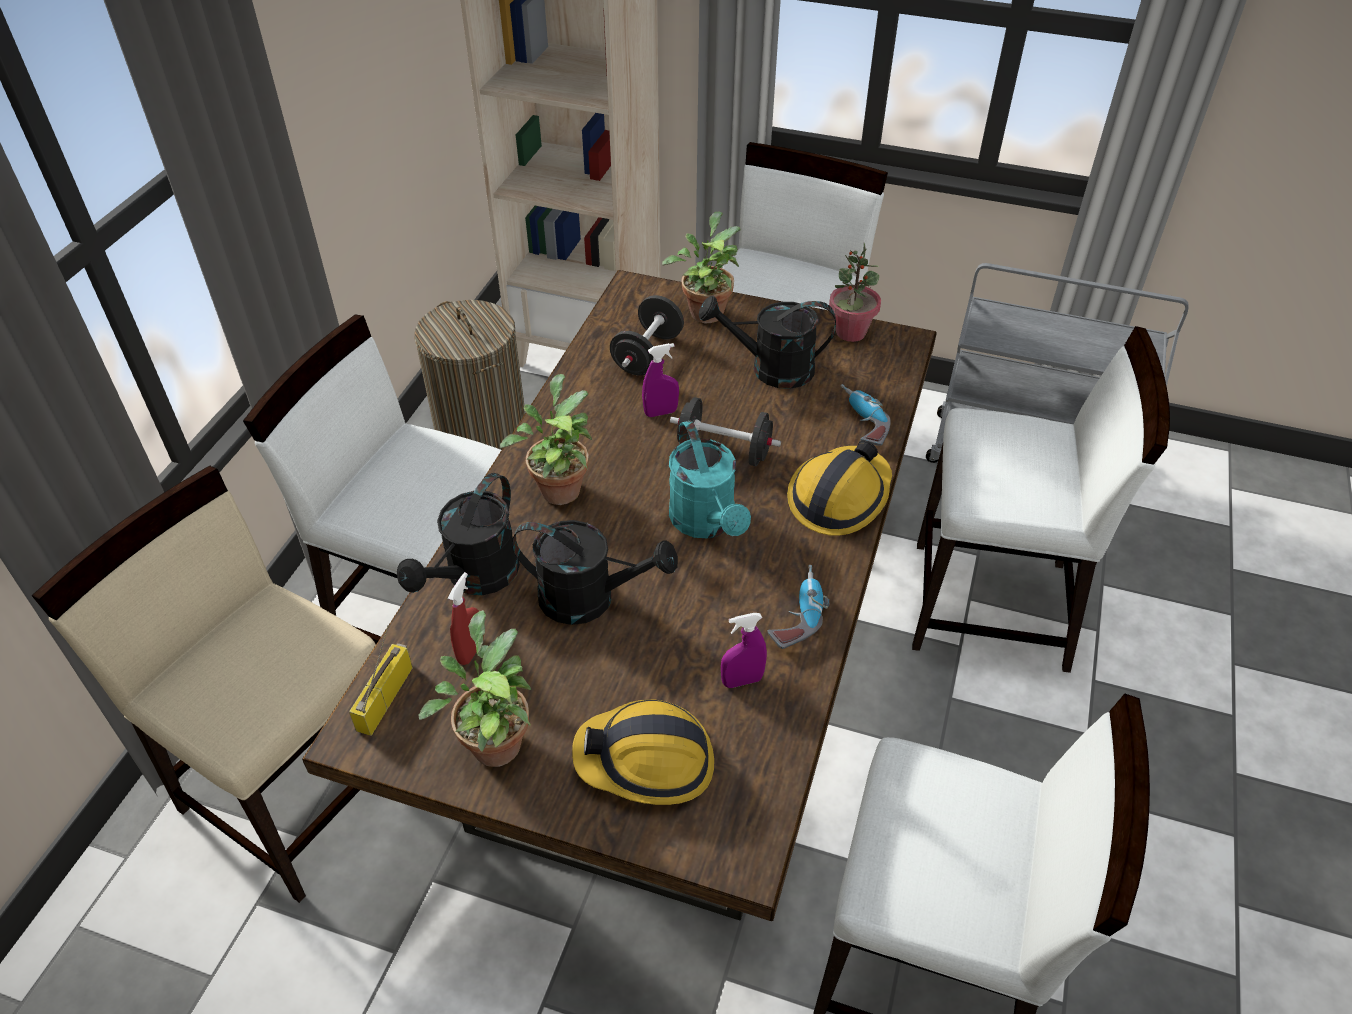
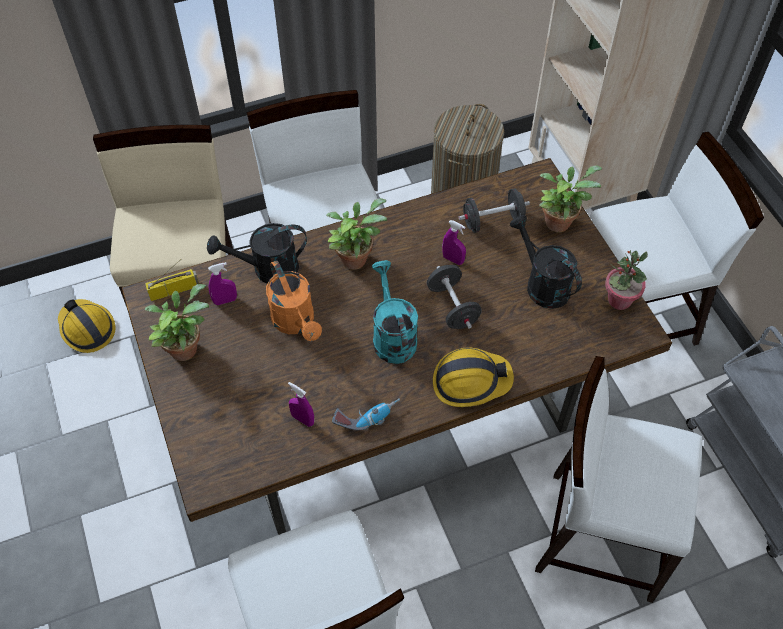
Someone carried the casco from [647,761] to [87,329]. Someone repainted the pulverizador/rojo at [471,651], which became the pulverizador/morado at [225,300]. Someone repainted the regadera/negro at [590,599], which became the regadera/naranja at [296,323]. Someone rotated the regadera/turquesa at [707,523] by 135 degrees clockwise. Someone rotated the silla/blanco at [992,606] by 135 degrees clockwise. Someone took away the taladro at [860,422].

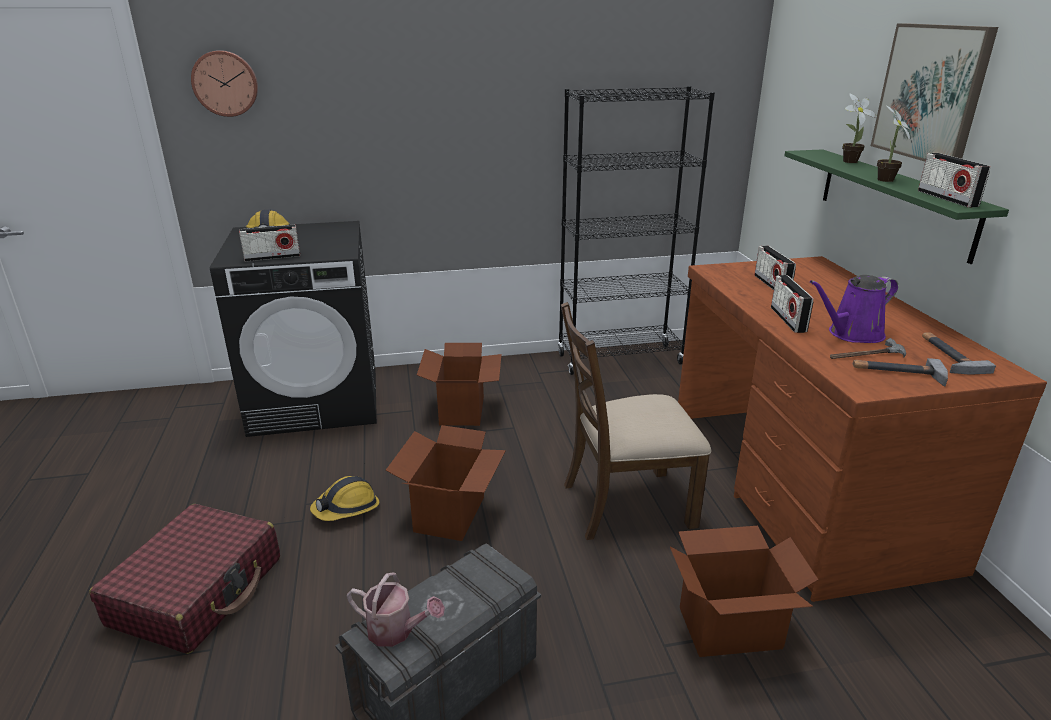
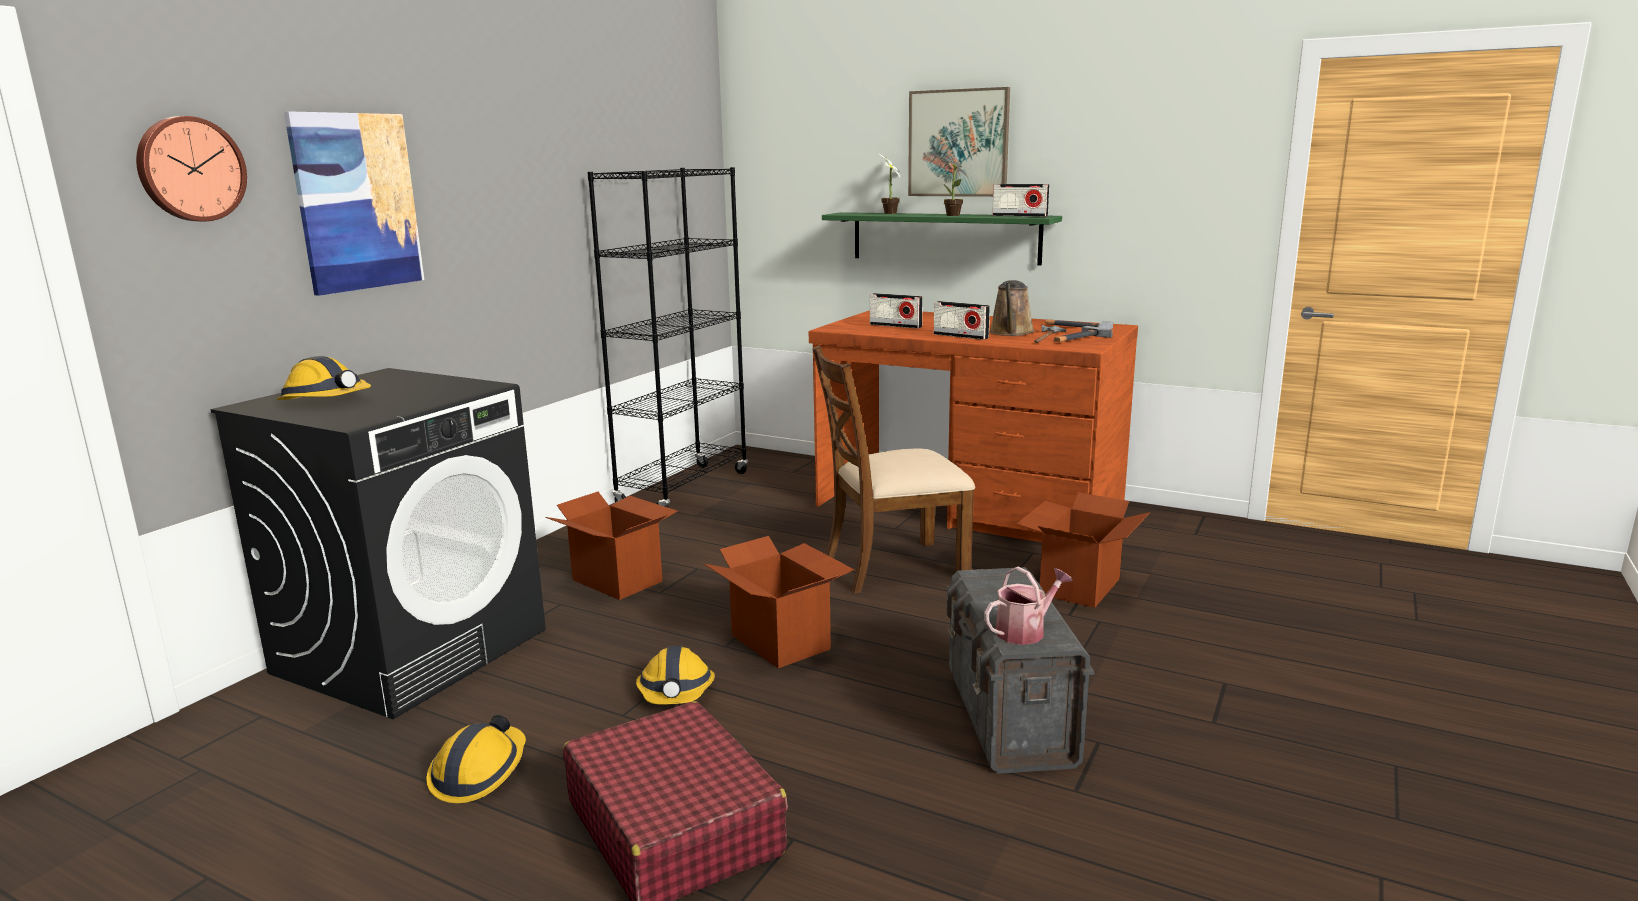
Someone put up the cuadro at [357,202]. Someone put down the casco at [479,772]. Someone rotated the silla/marrón at [626,504] by 45 degrees clockwise. Someone repainted the regadera/morado at [851,334], which became the regadera/marrón at [1011,332]. Someone took away the radio at [272,257].

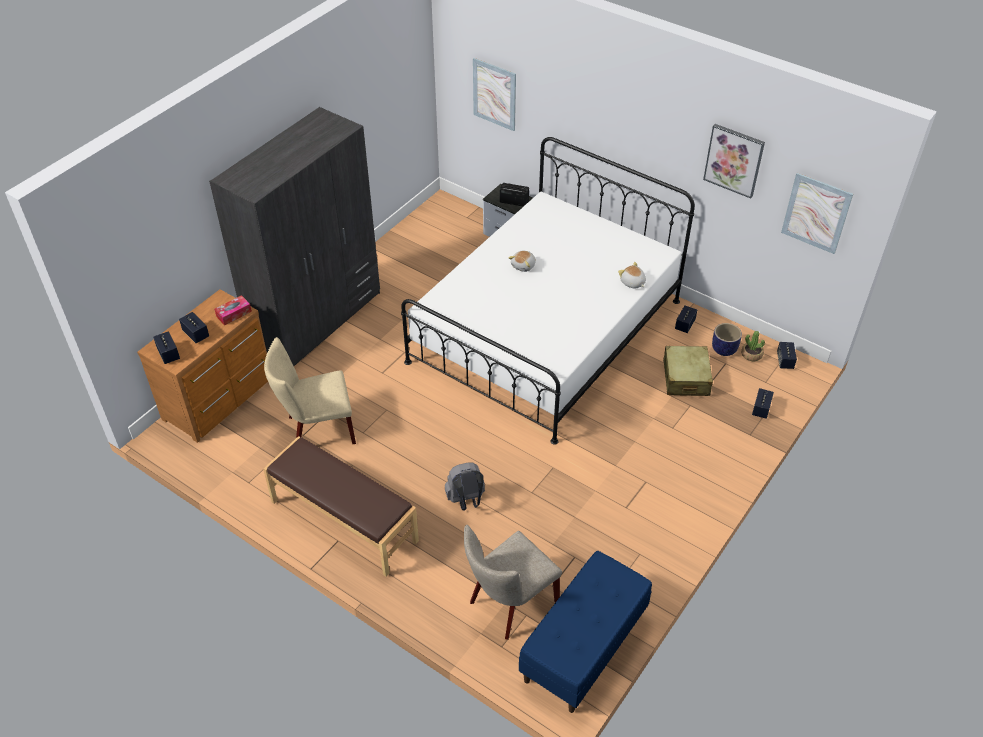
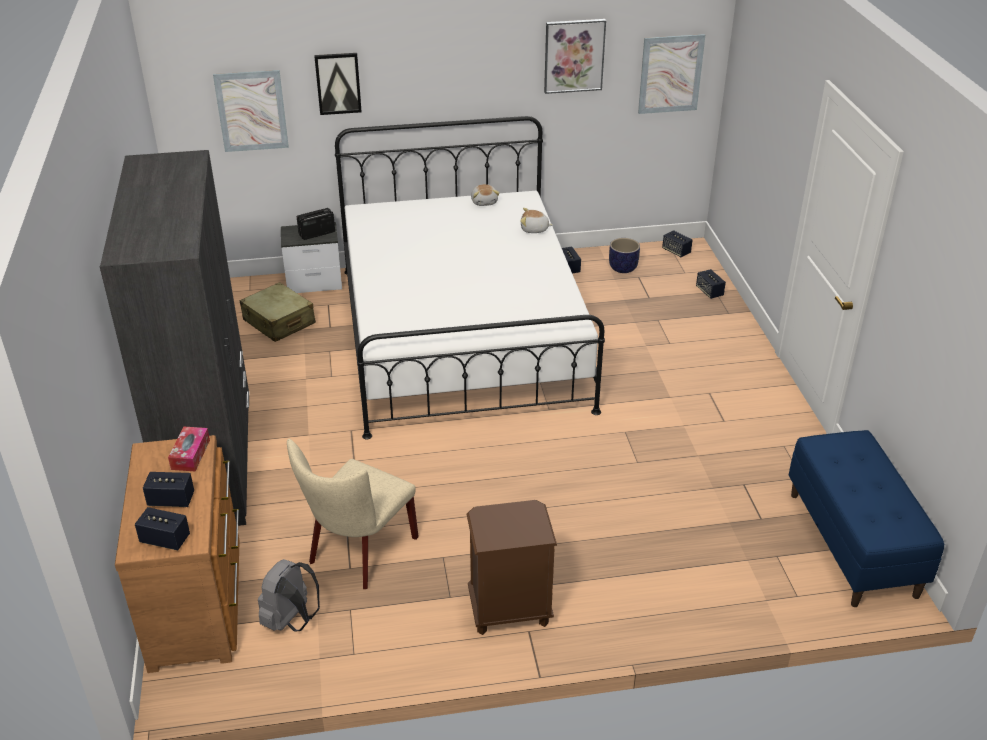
Someone carried the maleta/beis from [686,378] to [279,322]. Someone carried the mochila/gris from [466,500] to [291,620]. Someone put up the cuadro at [338,83]. Someone swapped the banco/marrón at [343,522] for the mesita de noche/marrón at [509,611]. Someone carried the peluche from [524,266] to [484,202]. Someone took away the silla/beis at [509,604]. Someone took away the planta en maceta at [751,354].

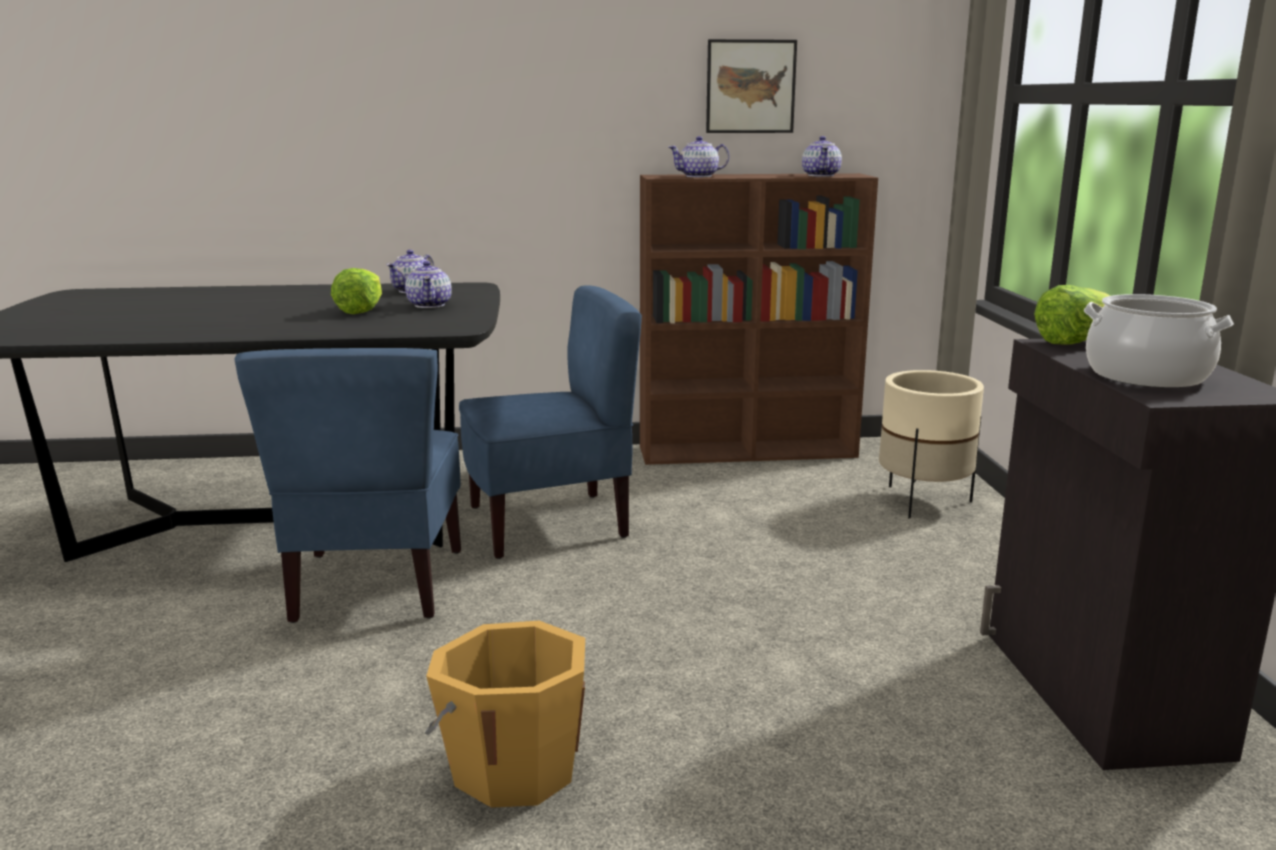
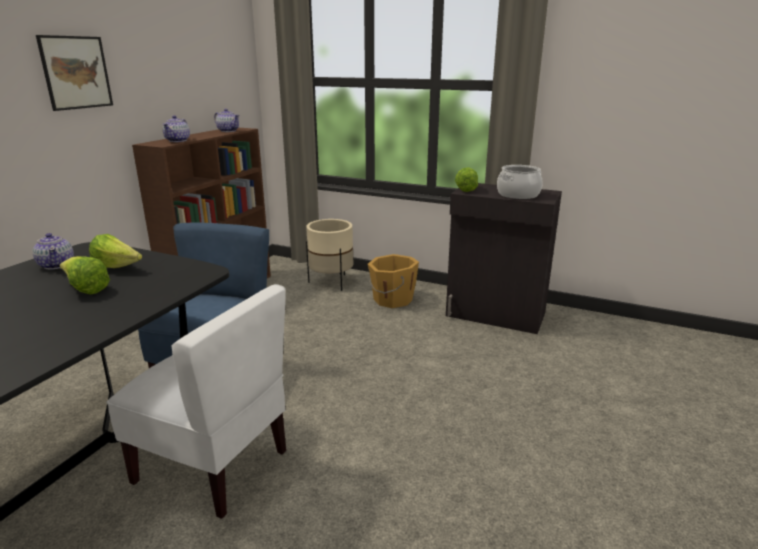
Someone carried the cuadro from [750,86] to [76,72]. Someone swapped the tetera at [430,305] for the lechuga at [117,268]. Someone repainted the silla/azul at [376,585], which became the silla/blanco at [214,465]. Someone carried the cubo/naranja from [512,767] to [392,299].

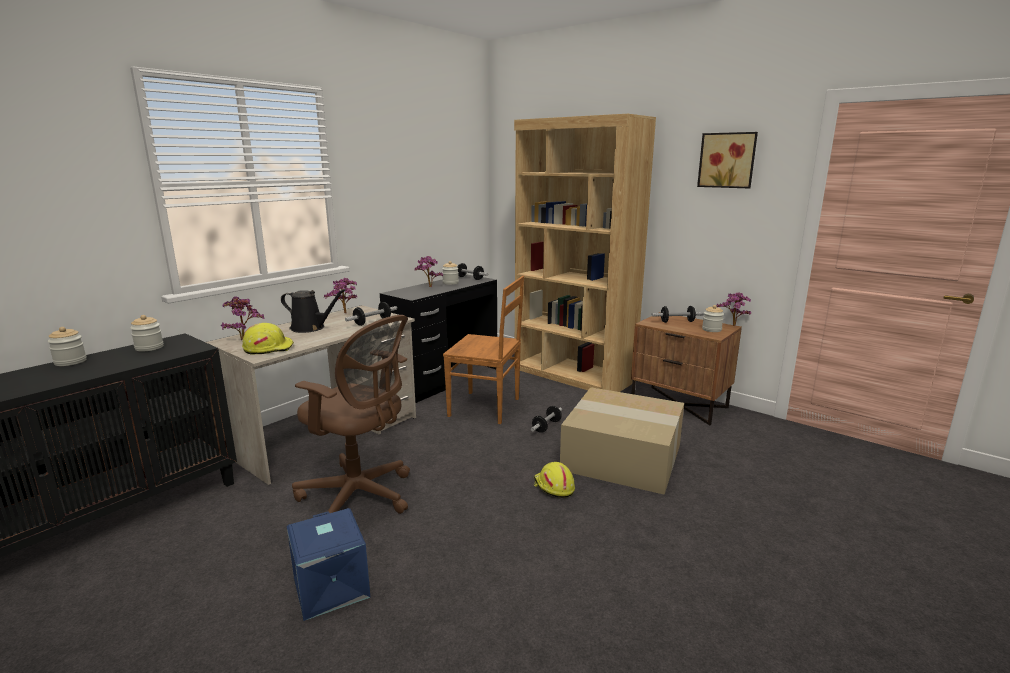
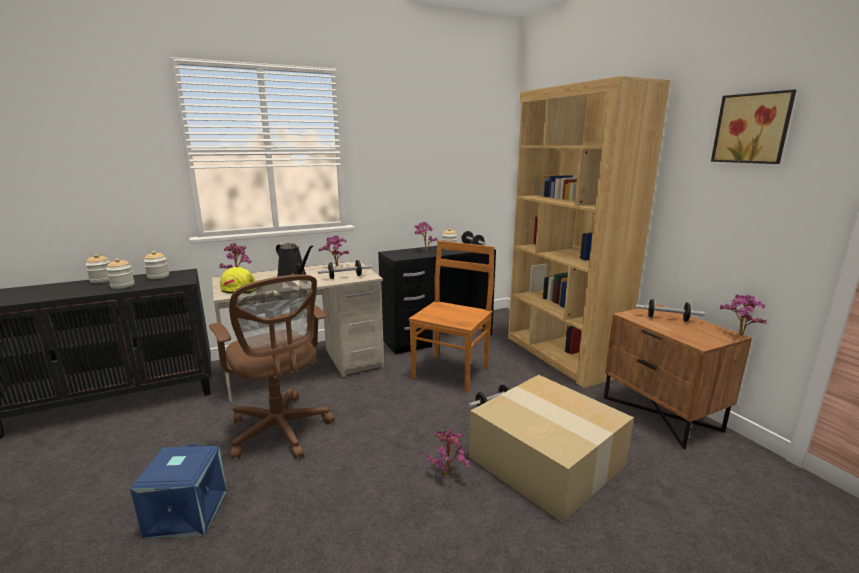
Someone carried the tarro from [711,329] to [122,285]. Someone rotated the silla/marrón at [486,408] by 105 degrees counterclockwise. Someone swapped the casco/amarillo at [553,487] for the planta en maceta at [448,474].

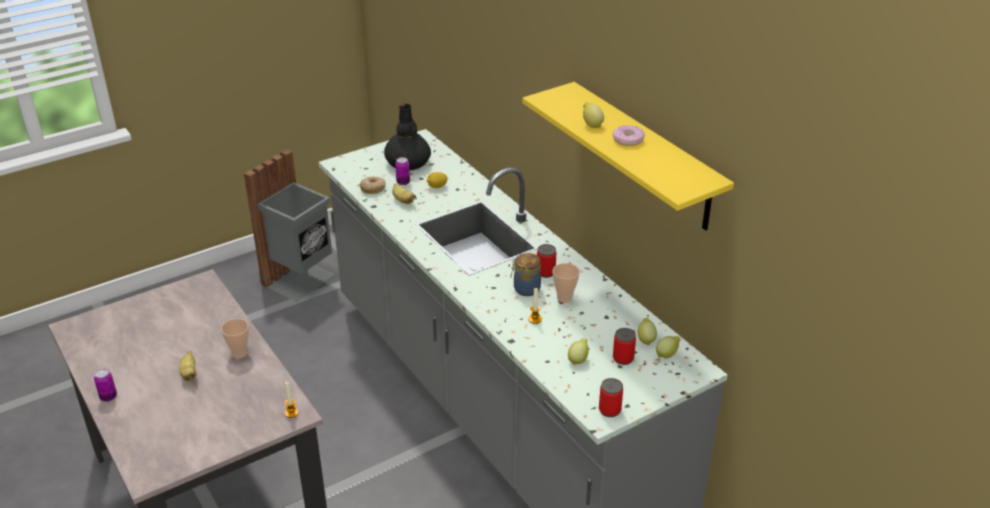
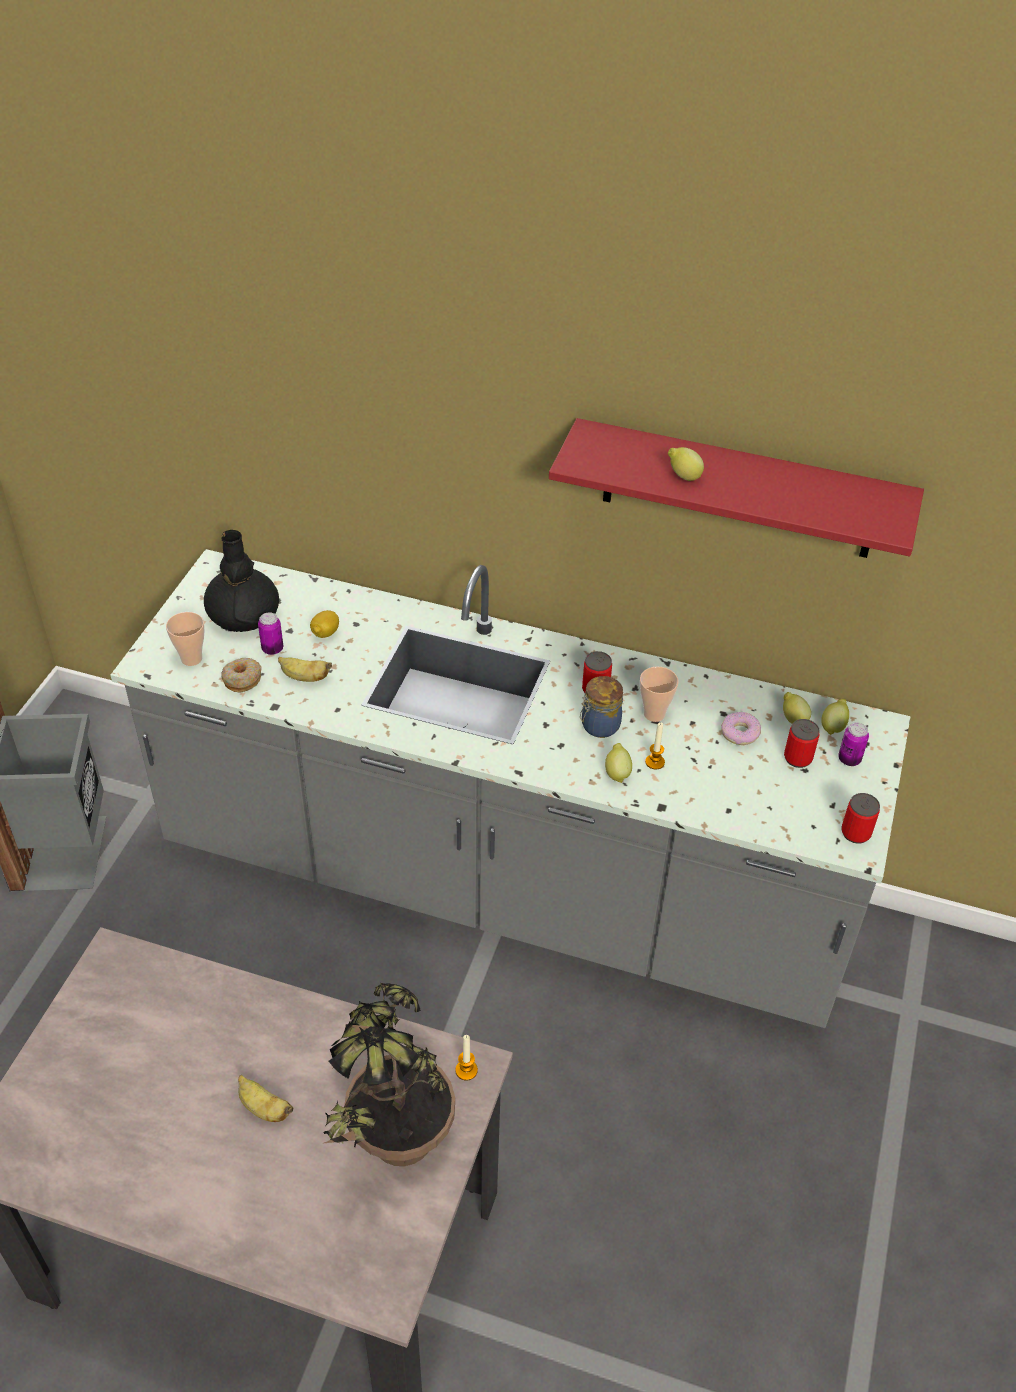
Someone carried the taza from [239,353] to [191,658]. Someone put down the planta en maceta at [393,1159]. Someone repainted the estante/amarillo at [645,156], which became the estante/rojo at [739,490]. Someone carried the limón from [578,360] to [617,773]. Someone carried the rosquilla from [628,140] to [740,733]. Someone carried the lata from [108,397] to [849,759].

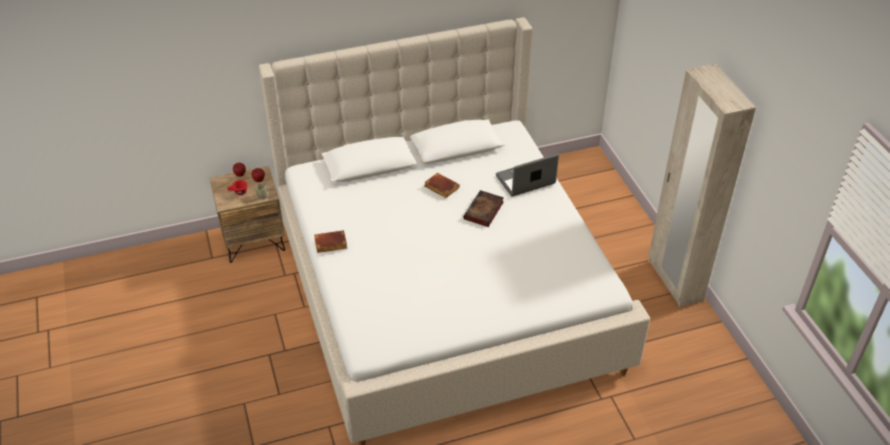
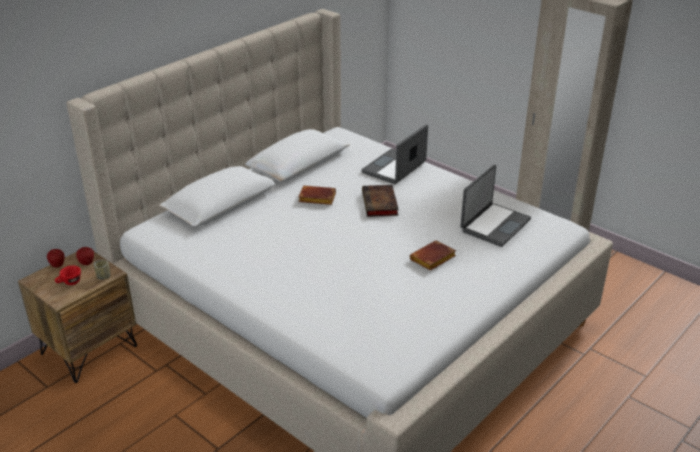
Someone carried the libro/marrón from [330,244] to [432,259]. Someone put down the portátil at [494,225].

